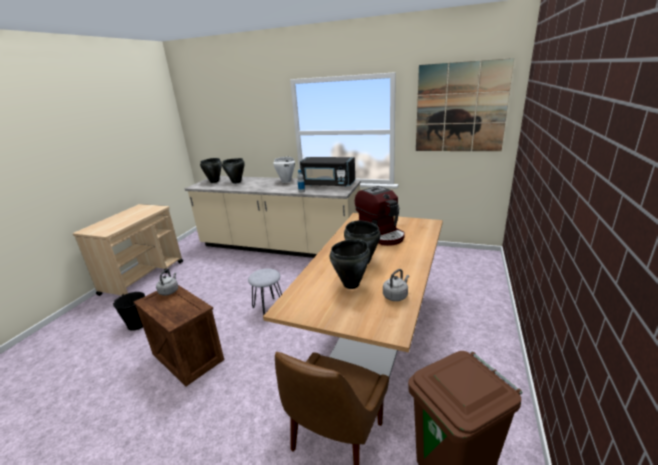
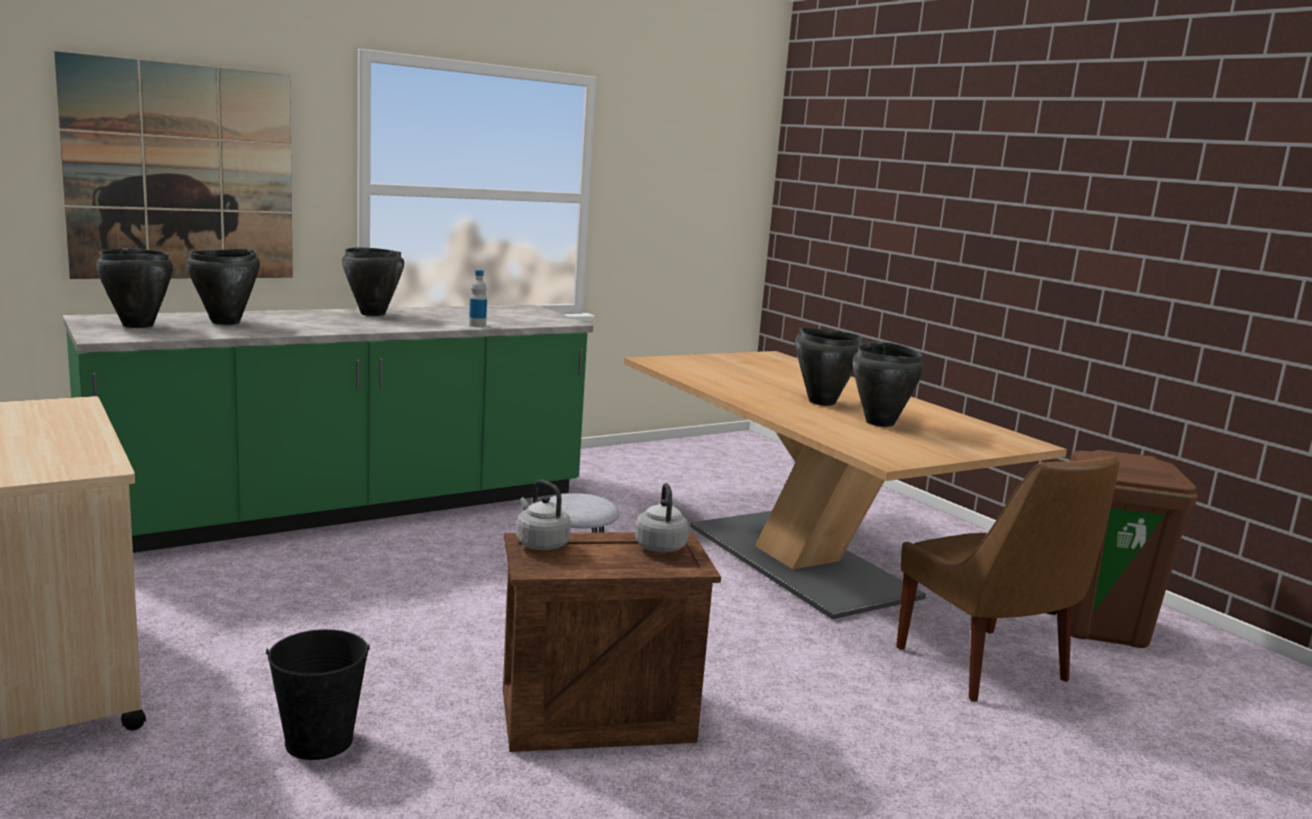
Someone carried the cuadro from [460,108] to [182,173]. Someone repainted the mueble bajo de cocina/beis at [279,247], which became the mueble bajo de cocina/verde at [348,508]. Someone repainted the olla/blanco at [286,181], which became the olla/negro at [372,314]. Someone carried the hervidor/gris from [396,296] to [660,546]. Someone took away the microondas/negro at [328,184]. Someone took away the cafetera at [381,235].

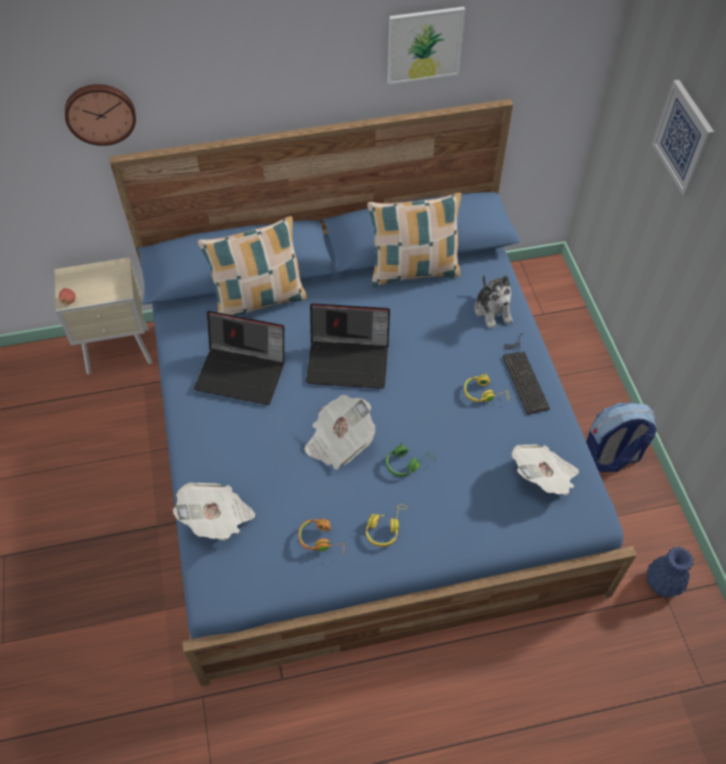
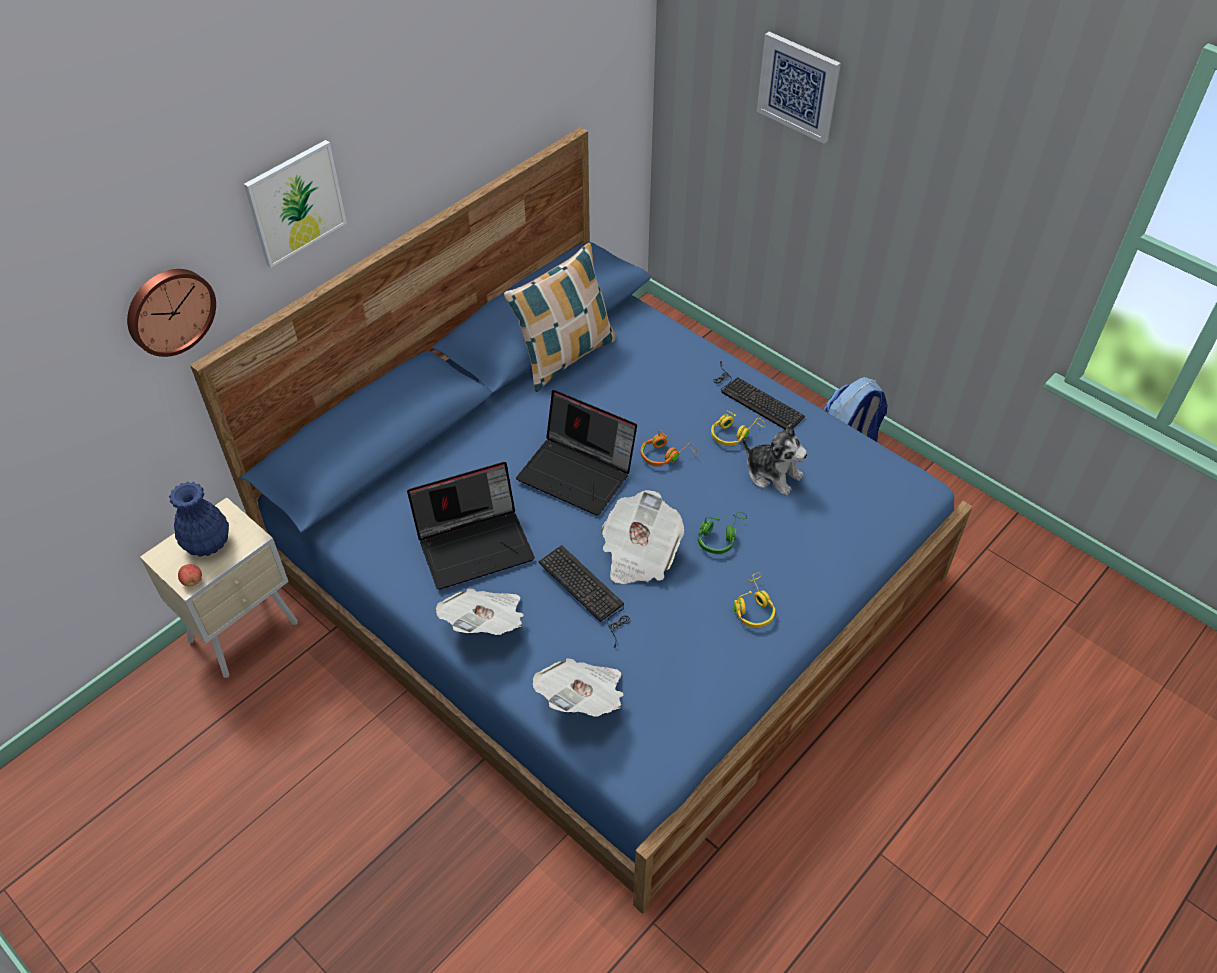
Someone carried the florero/azul from [662,582] to [206,543]. Someone carried the cuadro from [424,45] to [295,203]. Someone carried the periódico from [544,477] to [486,623]. Someone rotated the portátil at [349,361] by 60 degrees clockwise. Someone put down the teclado at [587,592]. Someone carried the auriculares/naranja from [322,539] to [665,455]. Someone carried the peluche from [493,311] to [772,474]. Someone took away the cojín at [259,301].

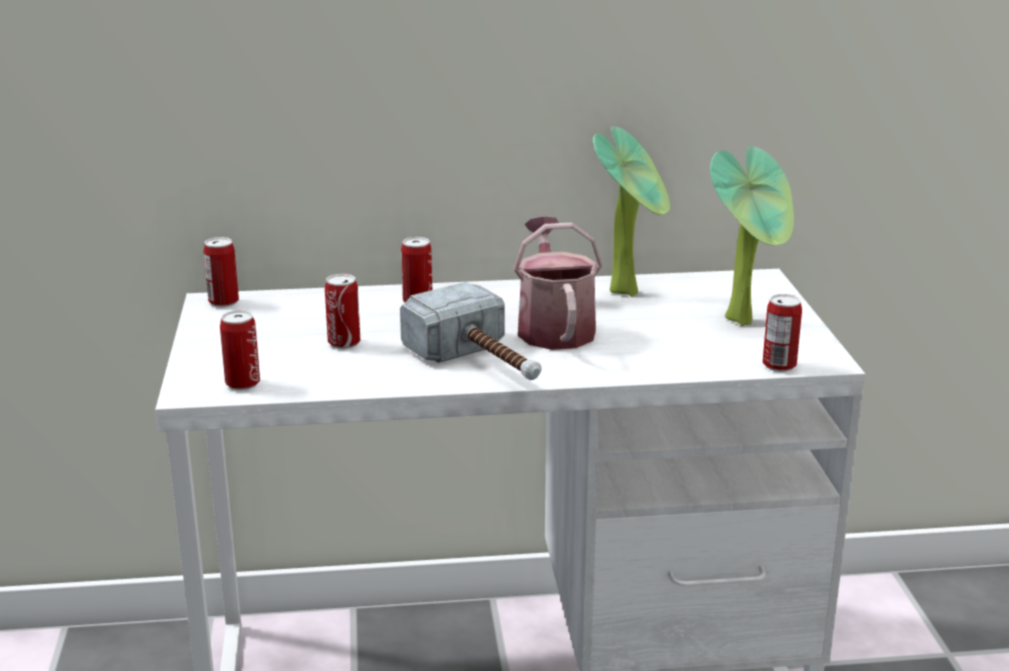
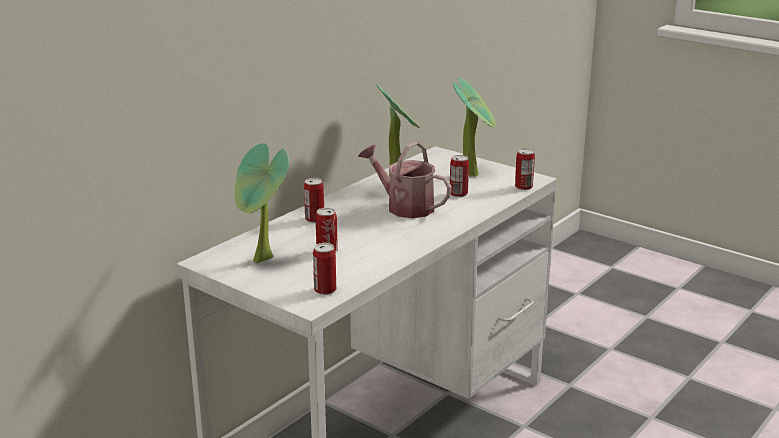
Someone put down the planta en maceta at [263,261]. Someone carried the lata from [224,301] to [458,194]. Someone took away the martillo at [482,365].

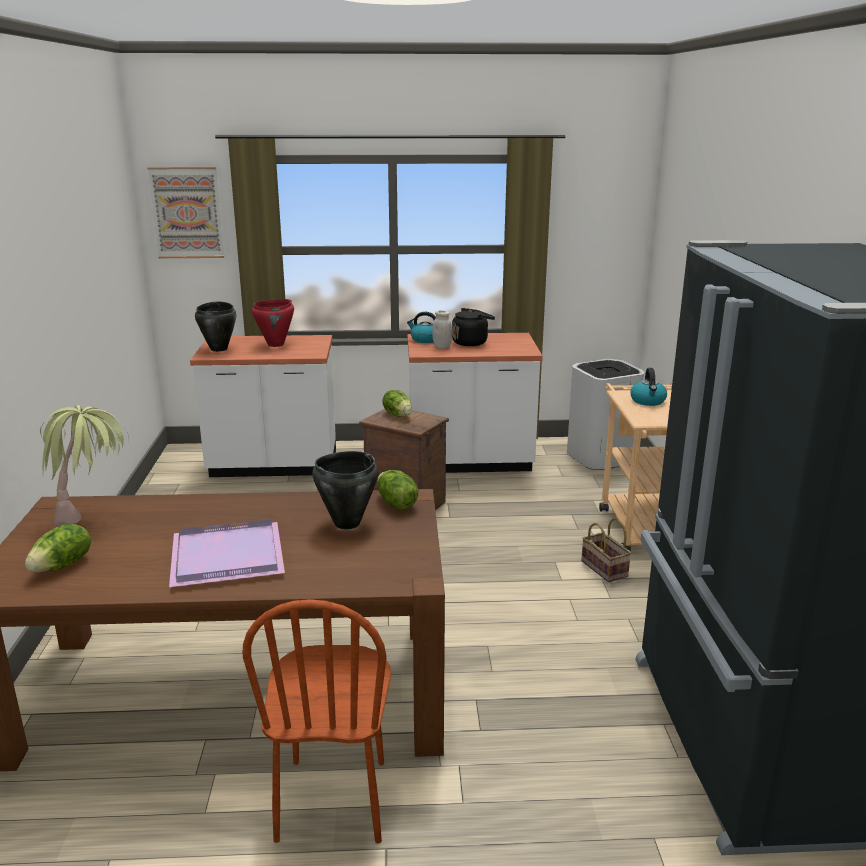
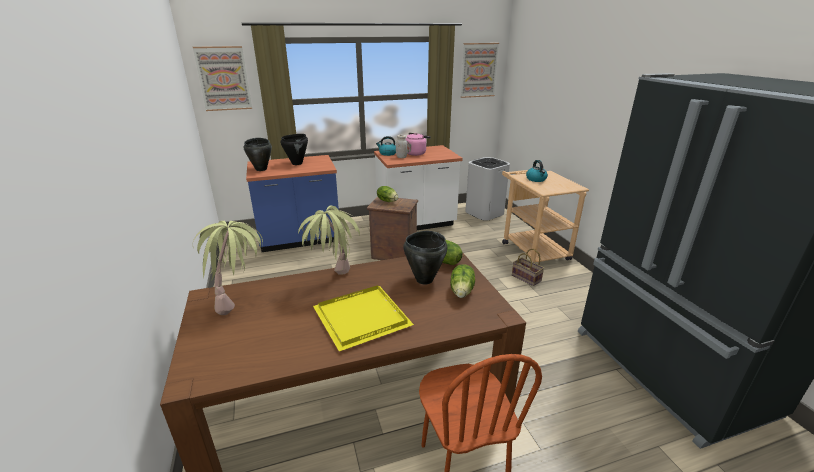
Someone repainted the mueble bajo de cocina/blanco at [273,466], which became the mueble bajo de cocina/azul at [300,240]. Someone repainted the olla/rojo at [276,344], which became the olla/negro at [297,163]. Someone put down the planta en maceta at [334,282]. Someone repainted the bandeja/morado at [229,557], which became the bandeja/amarillo at [363,318]. Someone repainted the hervidor/negro at [471,342], which became the hervidor/rosa at [416,153]. Someone carried the lechuga from [63,565] to [462,291]. Someone put up the cuadro at [478,70].

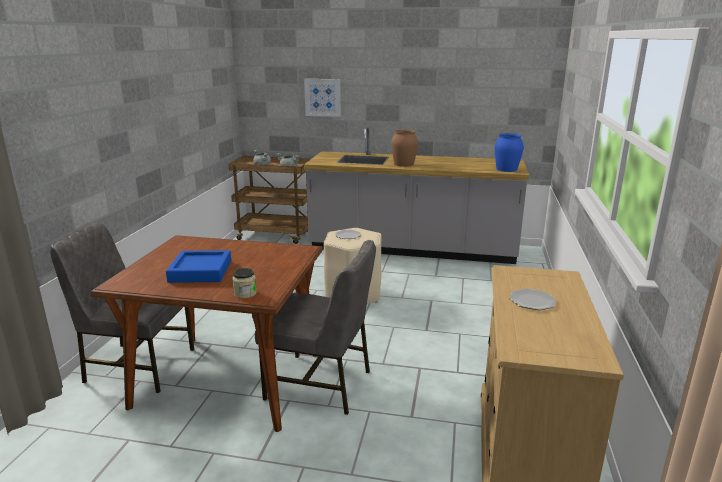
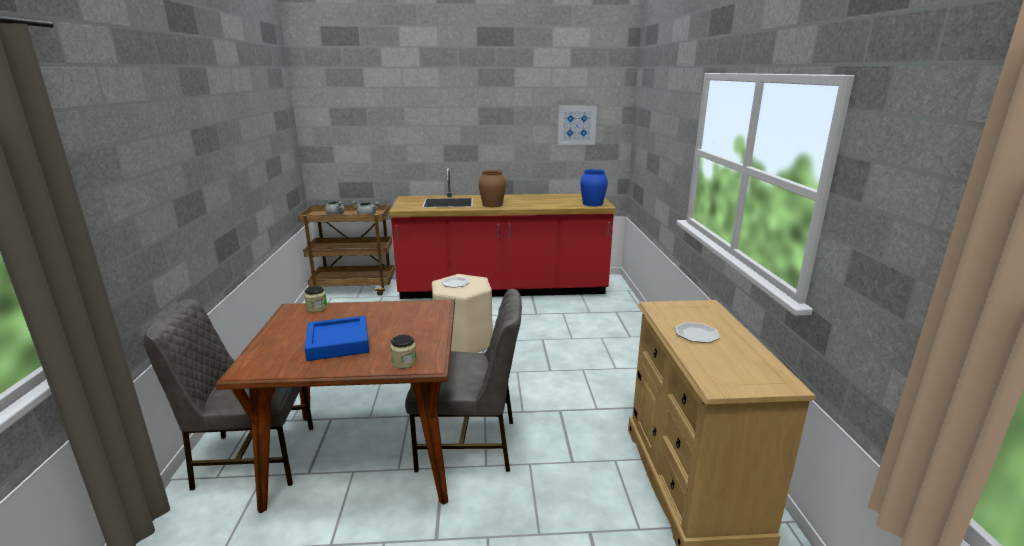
Someone put down the tarro at [317,308]. Someone repainted the mueble bajo de cocina/gris at [412,249], which became the mueble bajo de cocina/rojo at [502,289]. Someone carried the cuadro from [323,97] to [576,125].

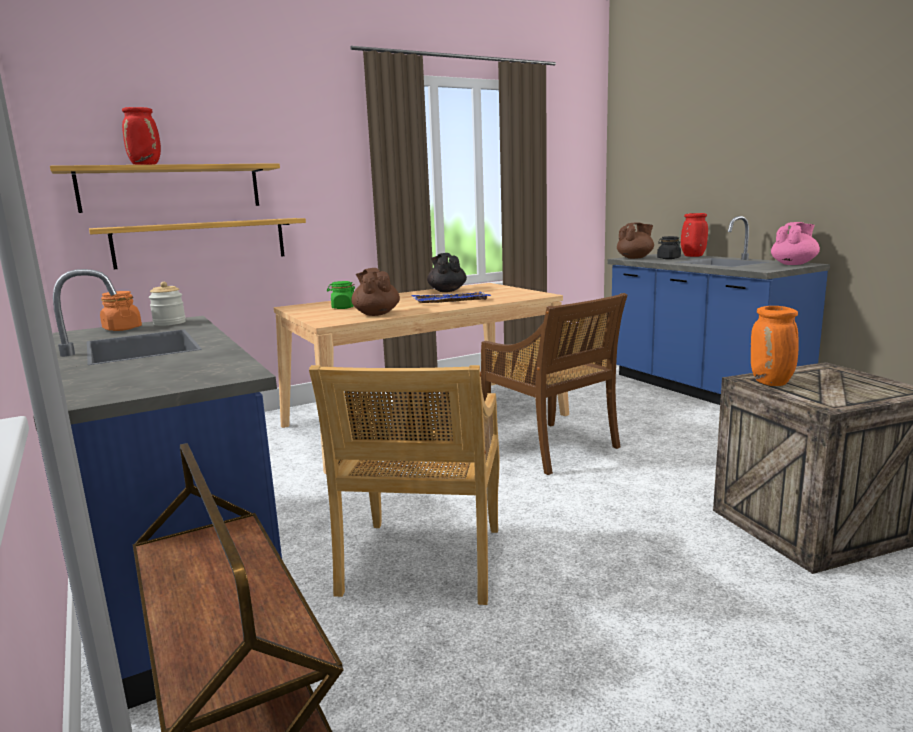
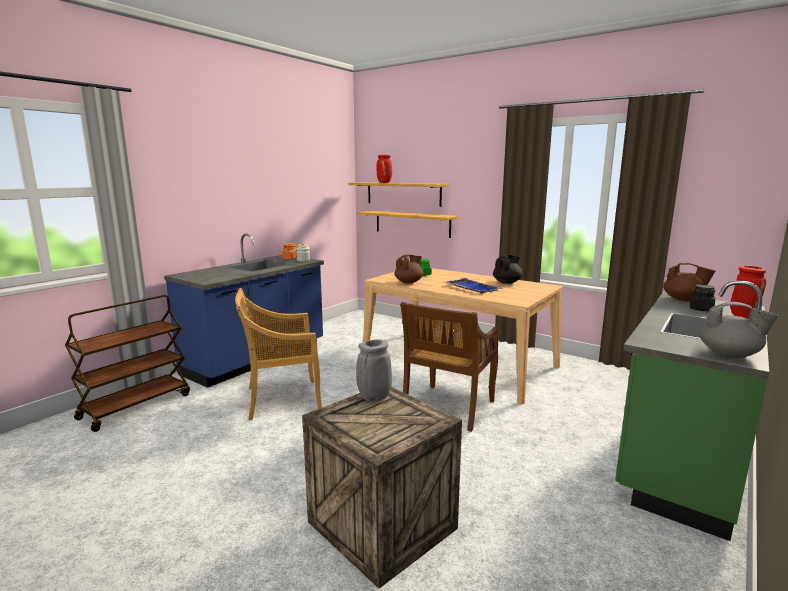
Someone repainted the florero/naranja at [772,383], which became the florero/gris at [374,398]. Someone repainted the mueble bajo de cocina/azul at [700,390], which became the mueble bajo de cocina/verde at [679,459]. Someone repainted the tetera/rosa at [794,264], which became the tetera/gris at [730,354].

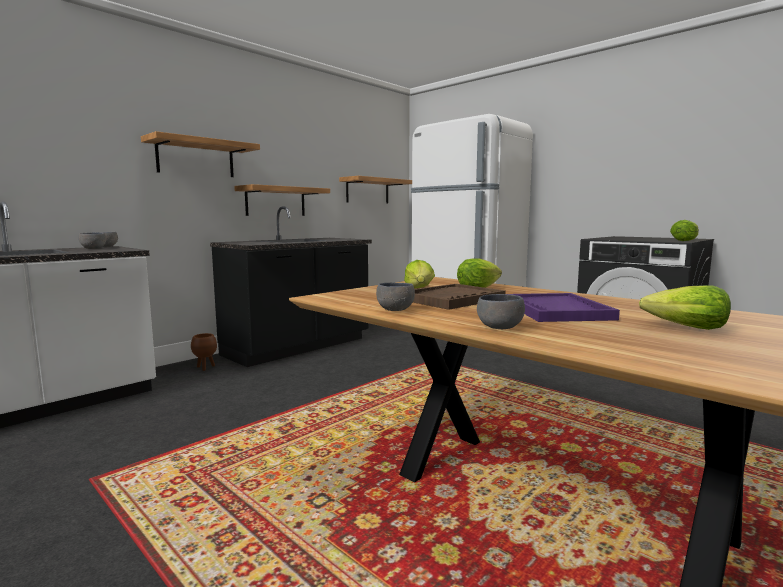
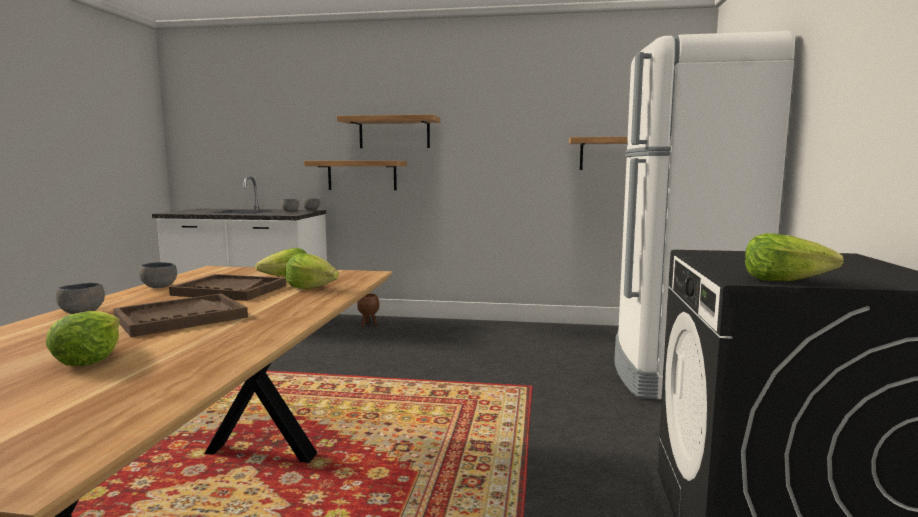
Someone repainted the bandeja/morado at [556,310], which became the bandeja/marrón at [181,318]. Someone carried the estante from [275,201] to [362,175]. Someone took away the mueble bajo de cocina/negro at [299,347].

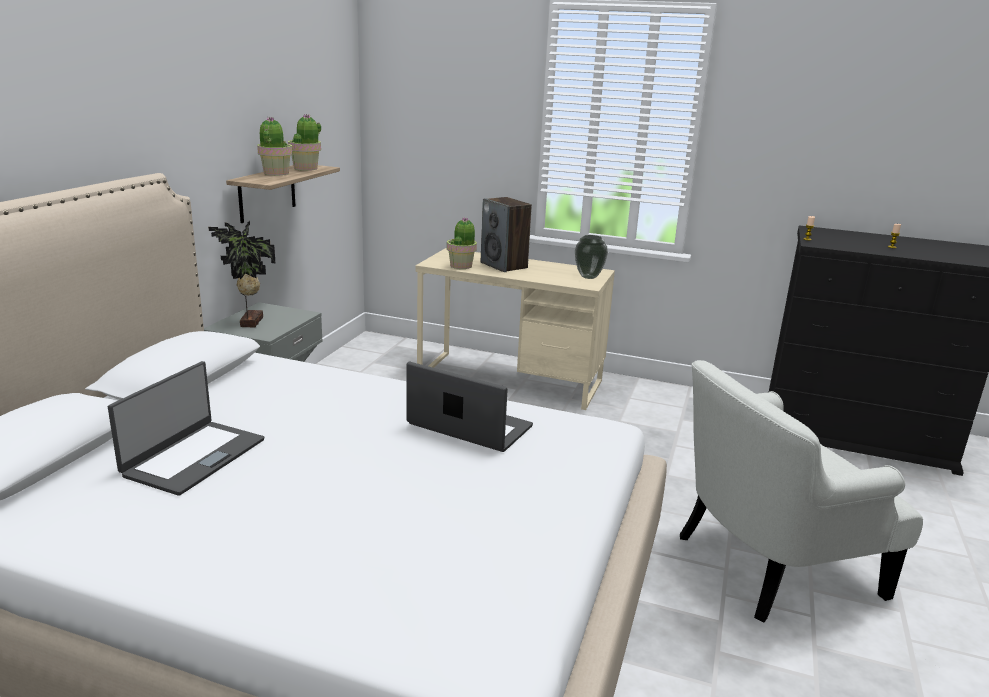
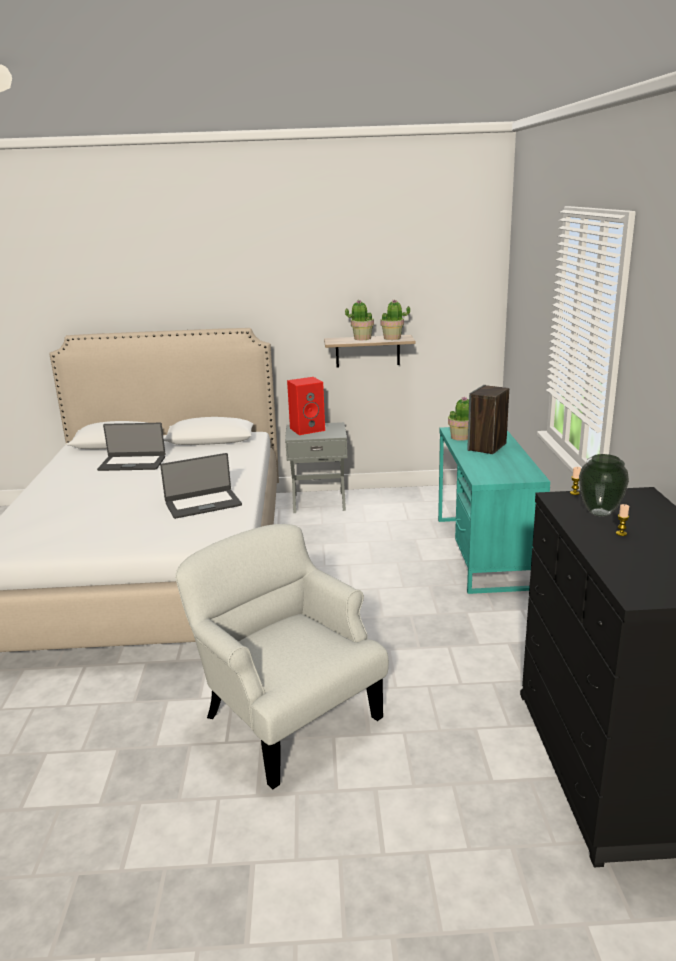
Someone rotated the portátil at [469,426] by 60 degrees clockwise. Someone swapped the planta en maceta at [249,322] for the altavoz/rojo at [308,429]. Someone repainted the escritorio/beis at [510,380], which became the escritorio/turquesa at [484,552]. Someone carried the florero from [589,277] to [599,513].

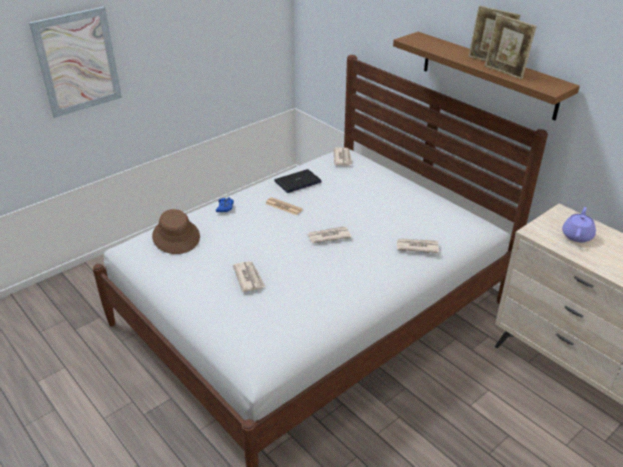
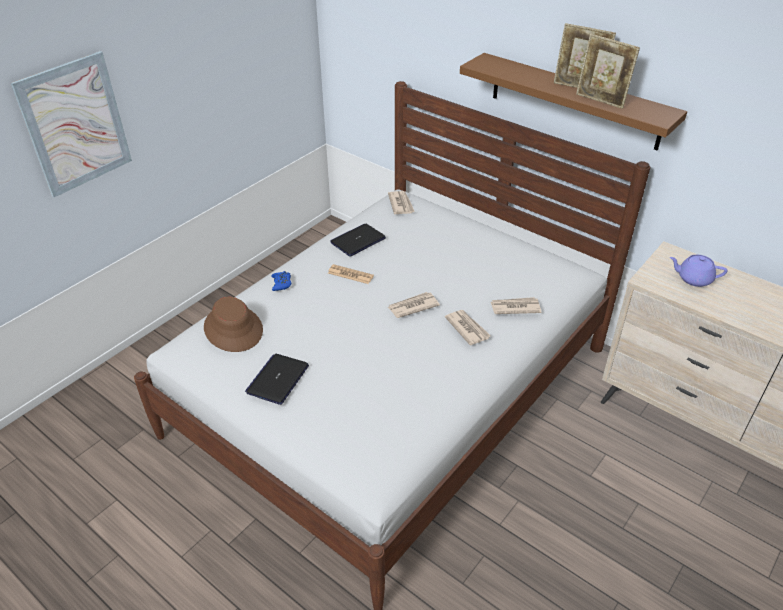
Someone put down the portátil at [278,379]. Someone carried the periódico from [249,277] to [467,328]. Someone rotated the tetera/morado at [577,235] by 90 degrees counterclockwise.

